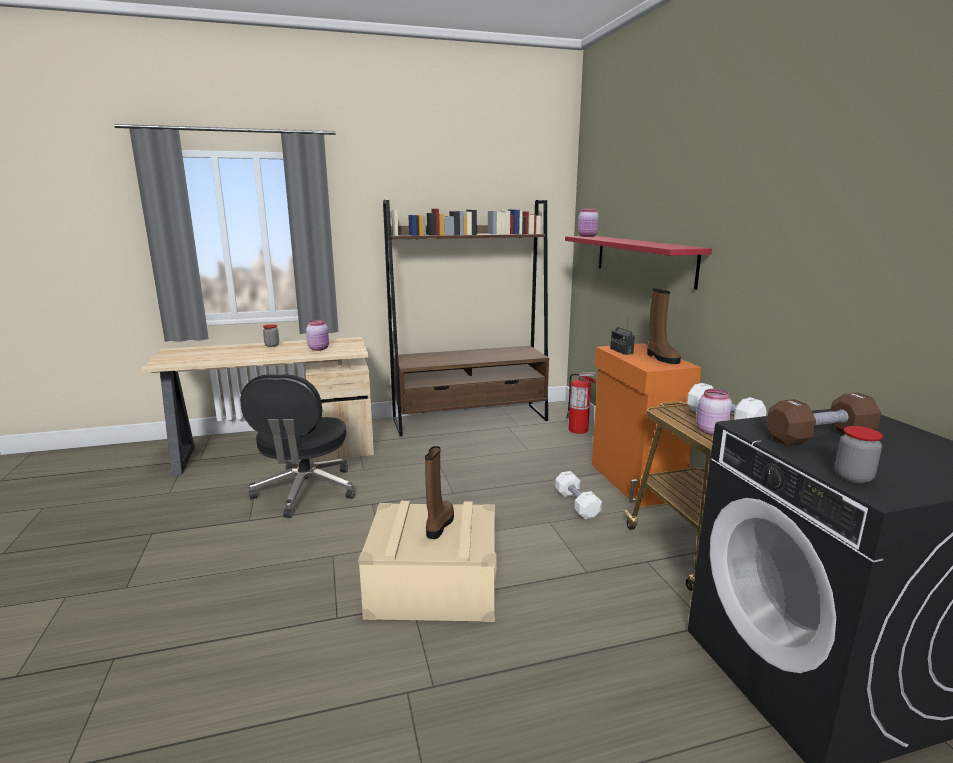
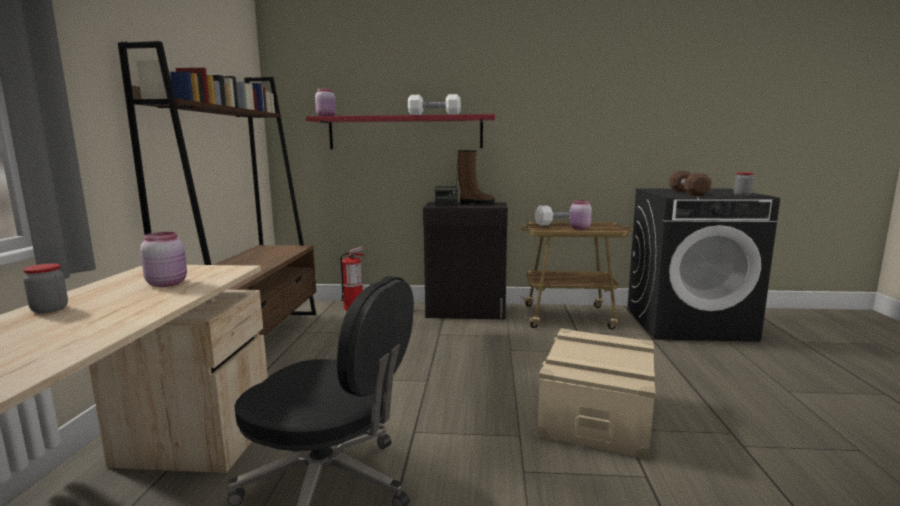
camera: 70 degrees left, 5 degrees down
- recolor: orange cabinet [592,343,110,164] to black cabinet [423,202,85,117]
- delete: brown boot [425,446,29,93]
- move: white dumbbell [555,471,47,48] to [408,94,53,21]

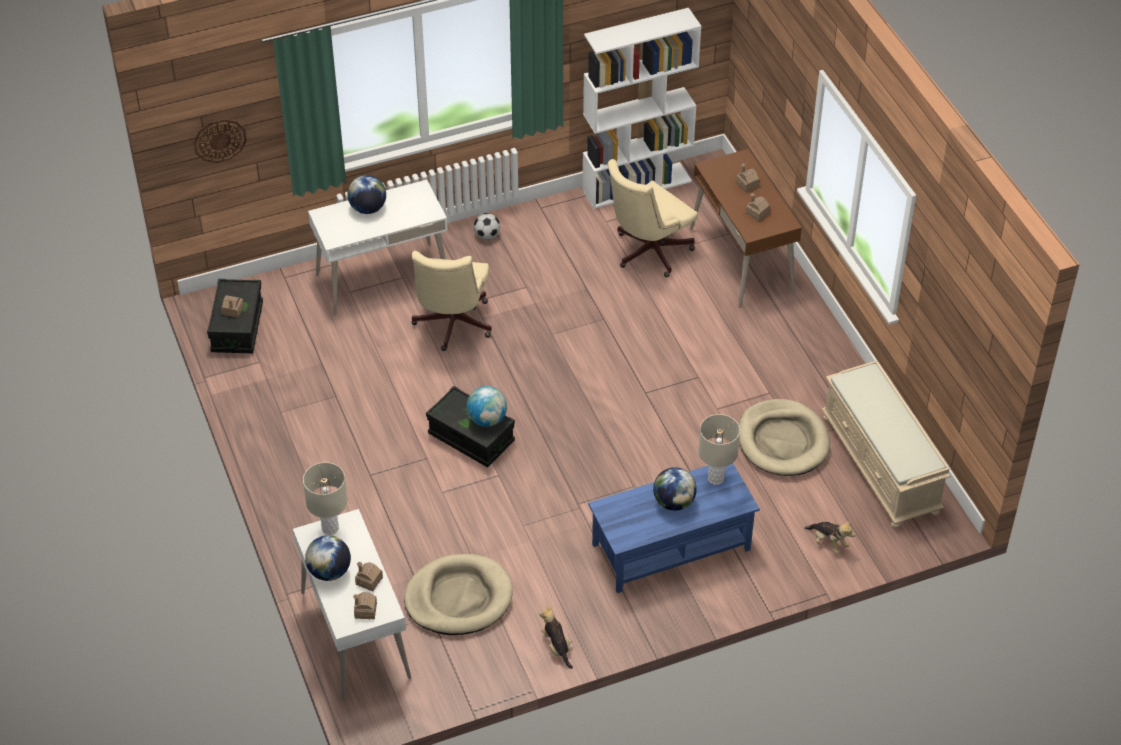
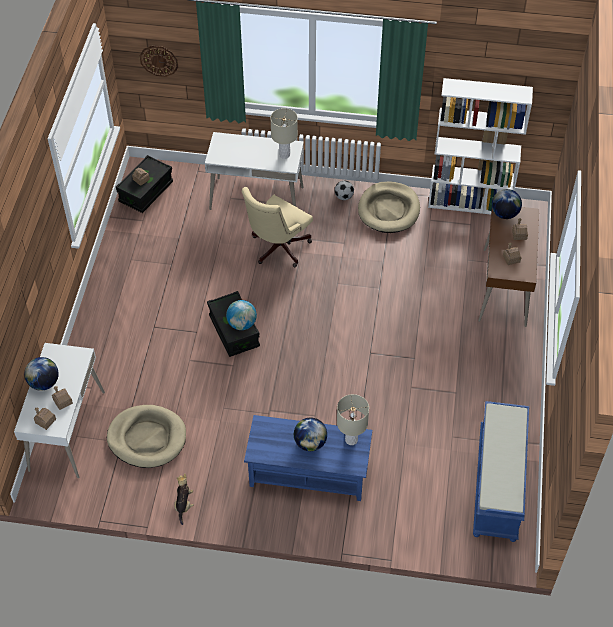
camera: 30 degrees right, 5 degrees up
- delete: beige office chair [607,159,91,118]
- move: globe [347,175,39,39] to [492,189,30,30]
- recolor: beige bench [822,361,129,167] to blue bench [473,401,56,141]
- move: beige dog bed [739,399,91,77] to [358,181,62,52]
- move: beige table lamp [303,462,45,73] to [270,108,28,51]
- delete: plush toy [804,521,51,33]

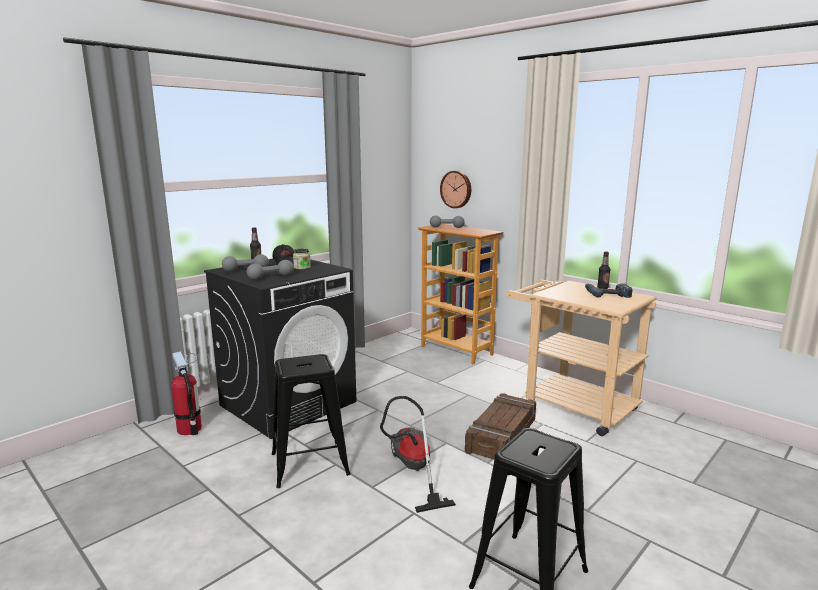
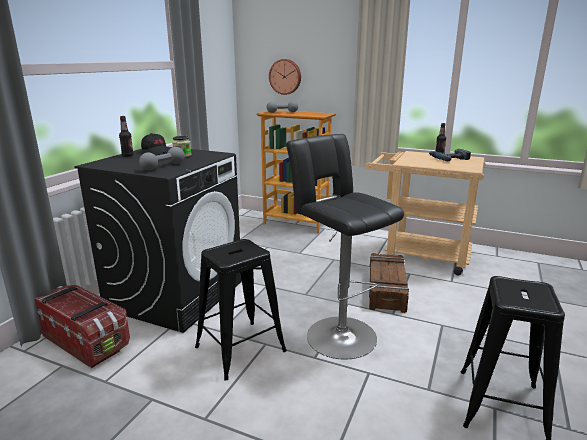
camera: 20 degrees left, 5 degrees up
- delete: grey dumbbell [222,254,47,18]
- replace: fire extinguisher [171,352,31,84] to storage box [34,285,96,83]
- replace: vacuum cleaner [380,396,76,117] to black stool [286,134,118,226]

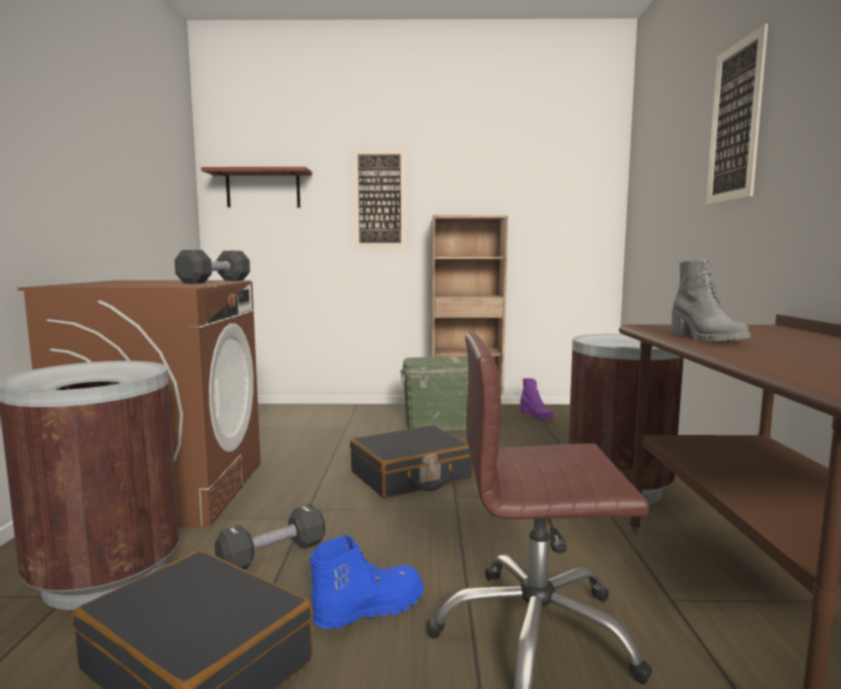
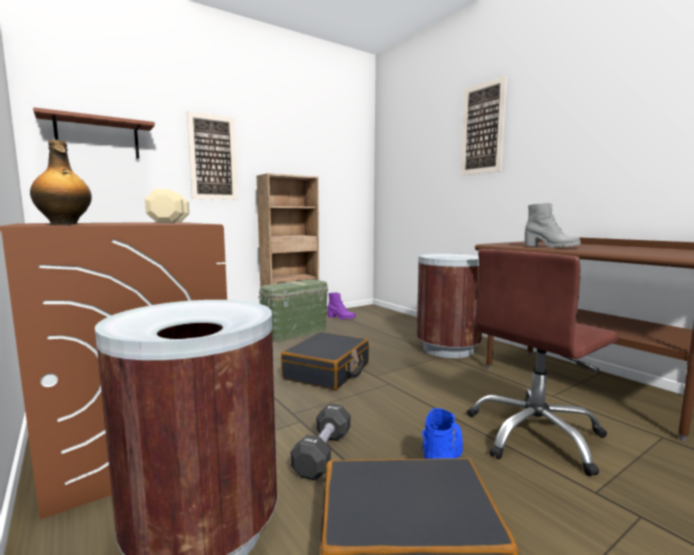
camera: 35 degrees left, 0 degrees up
- recolor: black dumbbell [175,250,75,33] to beige dumbbell [145,189,44,34]
- insert: bottle [30,140,62,84]

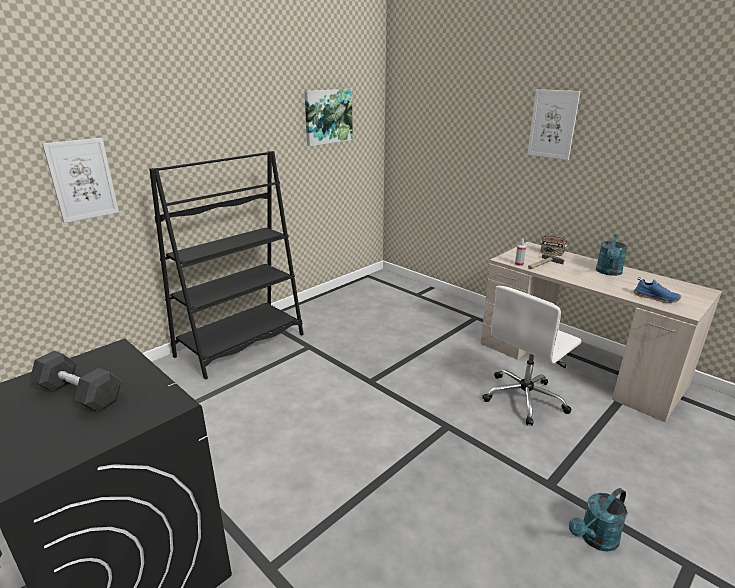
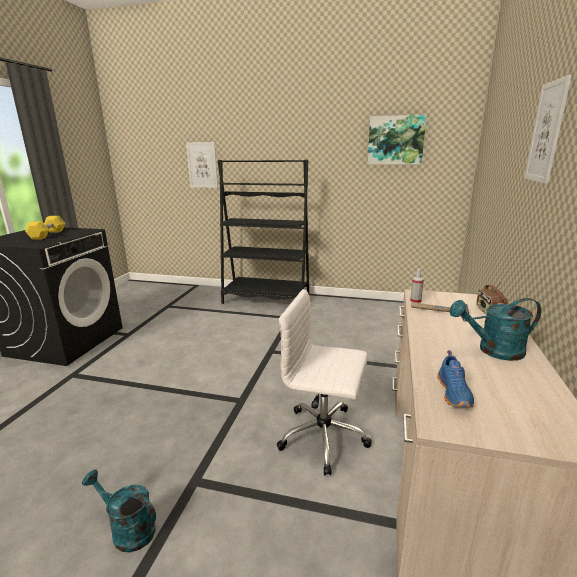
camera: 60 degrees right, 5 degrees down
- recolor: black dumbbell [30,350,91,63] to yellow dumbbell [25,216,40,24]

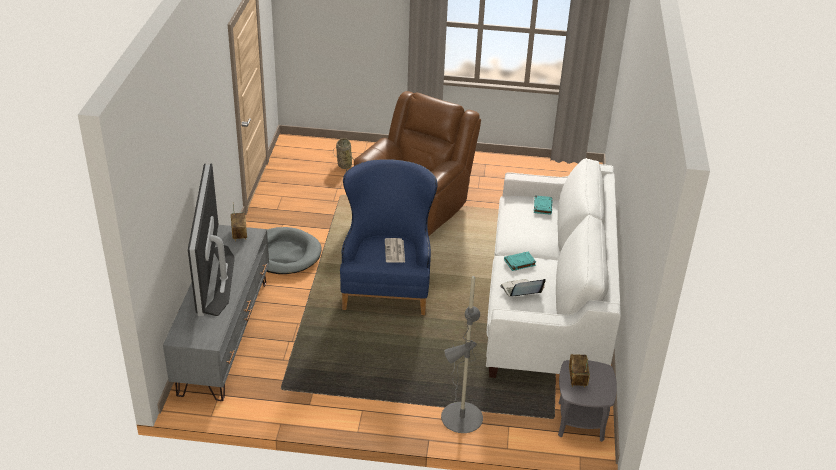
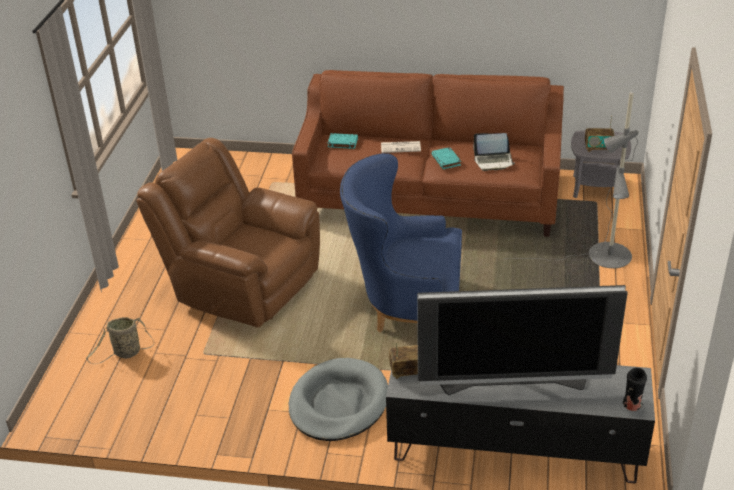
camera: 85 degrees left, 0 degrees up
- recolor: white sofa [486,158,135,220] to brown sofa [292,70,272,167]
- move: newspaper [385,238,20,25] to [381,141,40,12]
- rotate: laptop [500,279,46,18] = [473,133,42,38] 75 degrees counterclockwise
- insert: black vase [623,368,24,43]

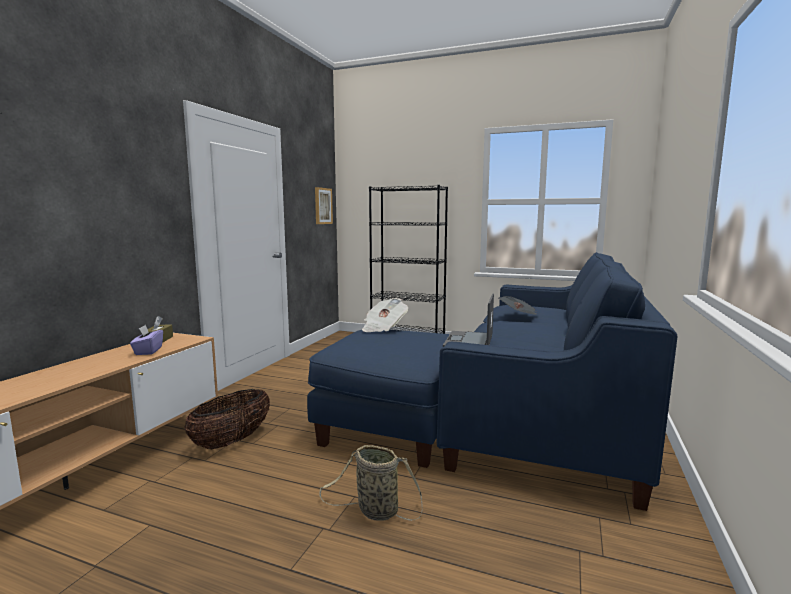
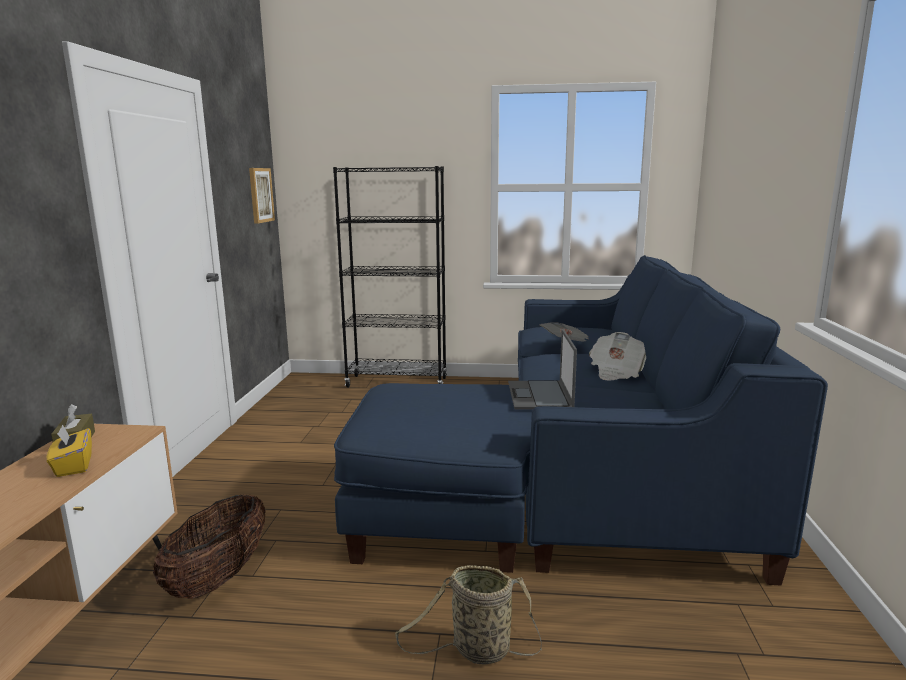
camera: 15 degrees left, 5 degrees up
- move: newspaper [362,298,46,34] to [589,332,57,49]
- recolor: purple tissue box [130,325,33,30] to yellow tissue box [47,425,45,52]

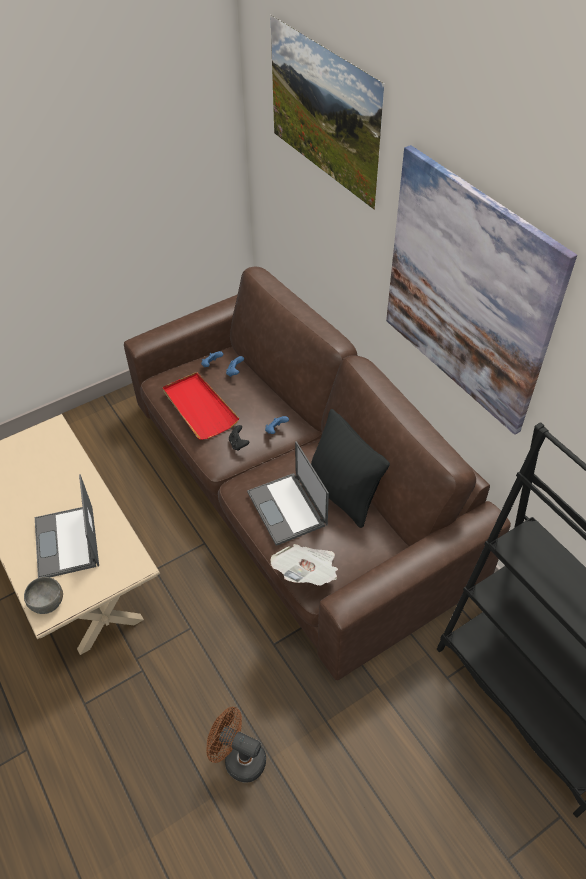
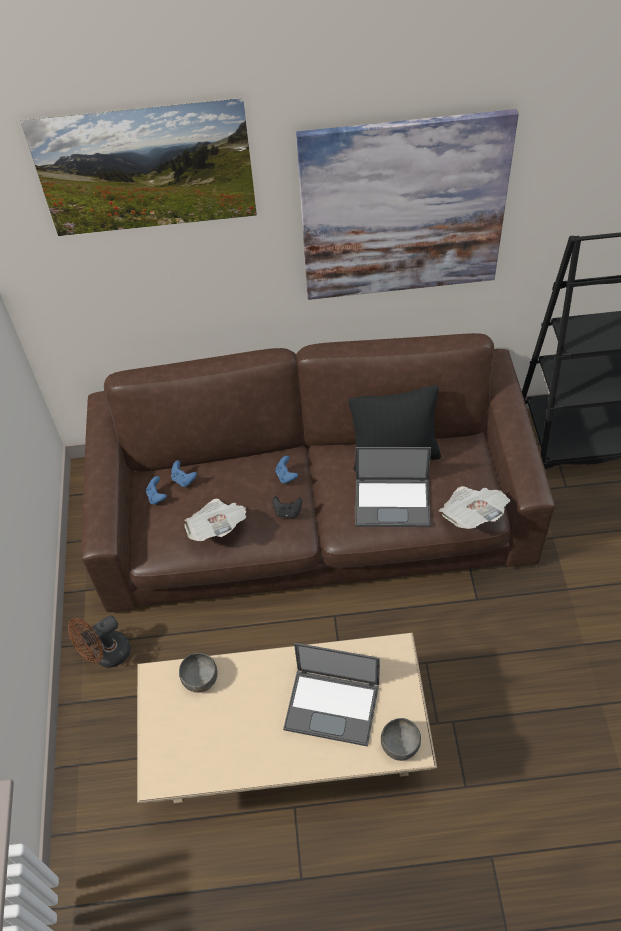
camera: 60 degrees left, 5 degrees up
- replace: red tray [163,372,76,68] to newspaper [184,499,62,42]
- move: brown fan [206,707,60,76] to [68,615,63,53]
- insert: grey bowl [179,653,38,40]

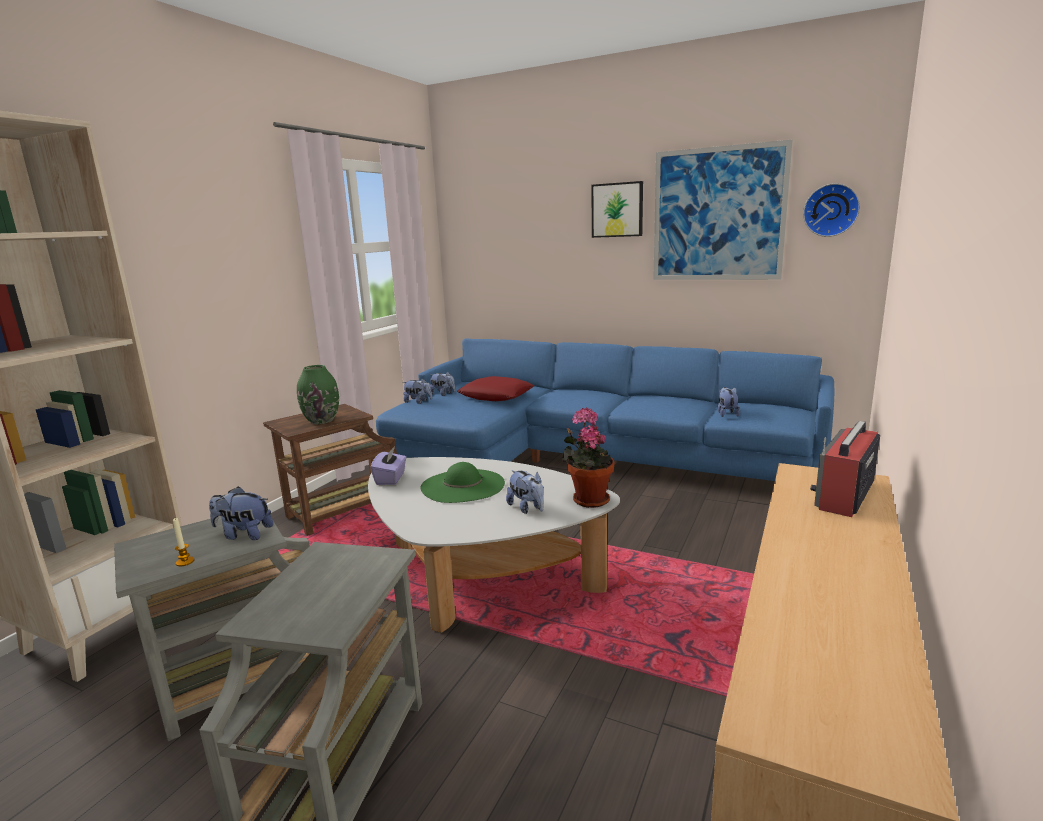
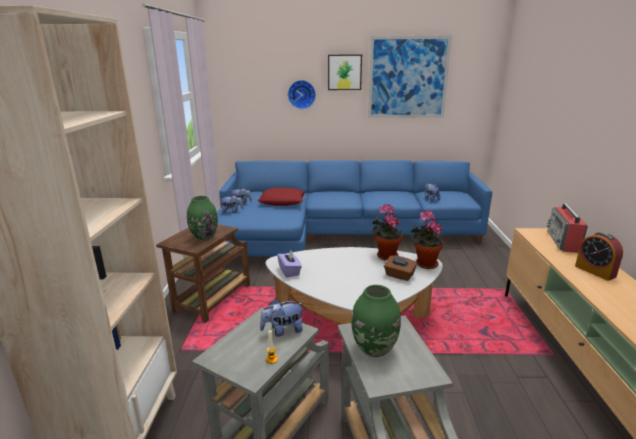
camera: 25 degrees left, 5 degrees up
- move: wall clock [803,183,57,54] to [288,80,28,29]
- delete: green hat [420,462,85,41]
- replace: plush toy [506,470,38,44] to brown tissue box [384,256,33,25]
- insert: potted plant [372,204,31,57]
- insert: alarm clock [575,232,48,49]
- insert: green vase [352,285,49,72]

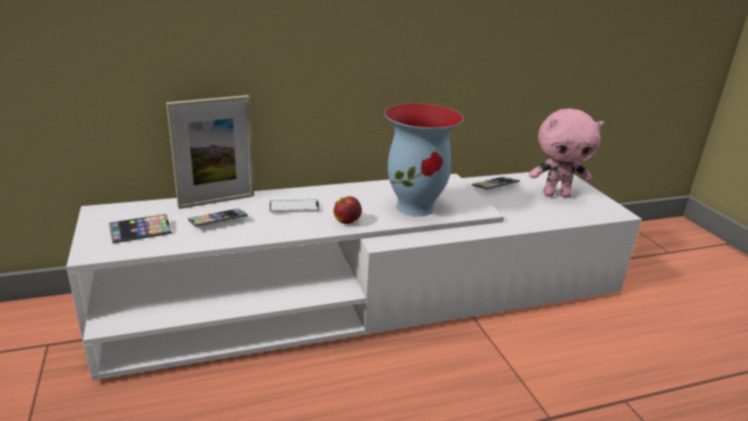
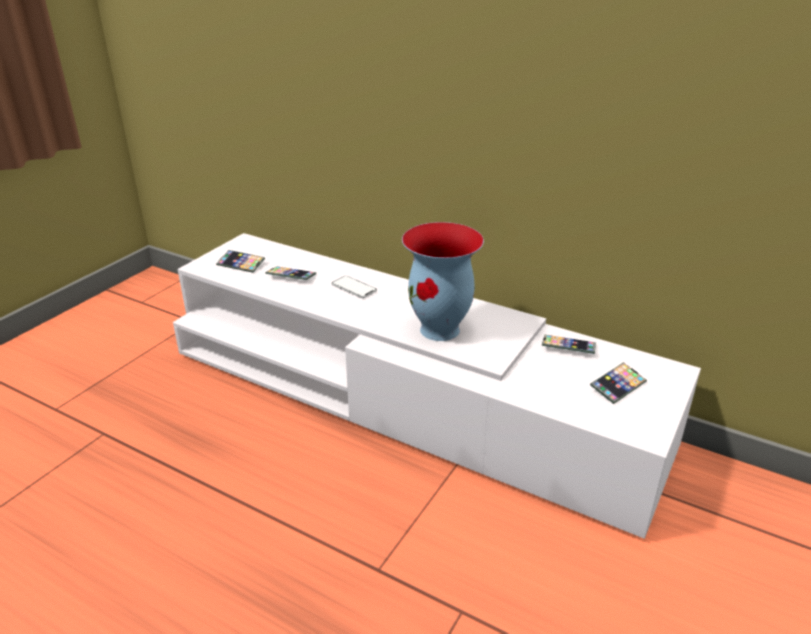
camera: 50 degrees right, 5 degrees up
- delete: picture frame [166,95,88,114]
- replace: pink plush toy [529,108,75,90] to phone [590,362,57,42]
- delete: apple [333,196,29,28]

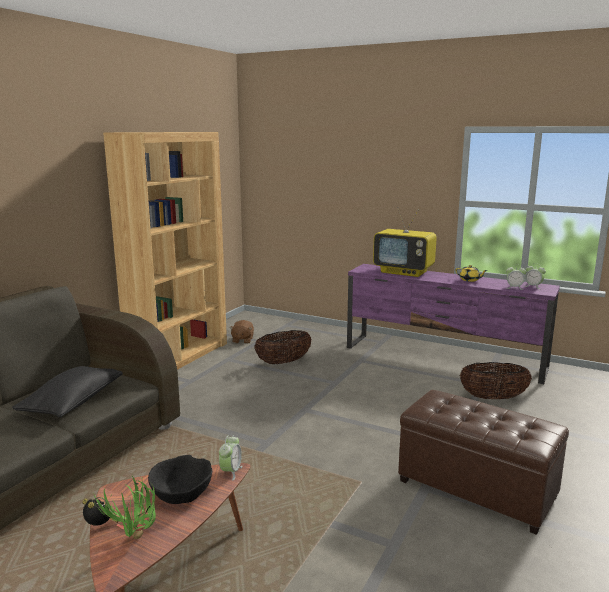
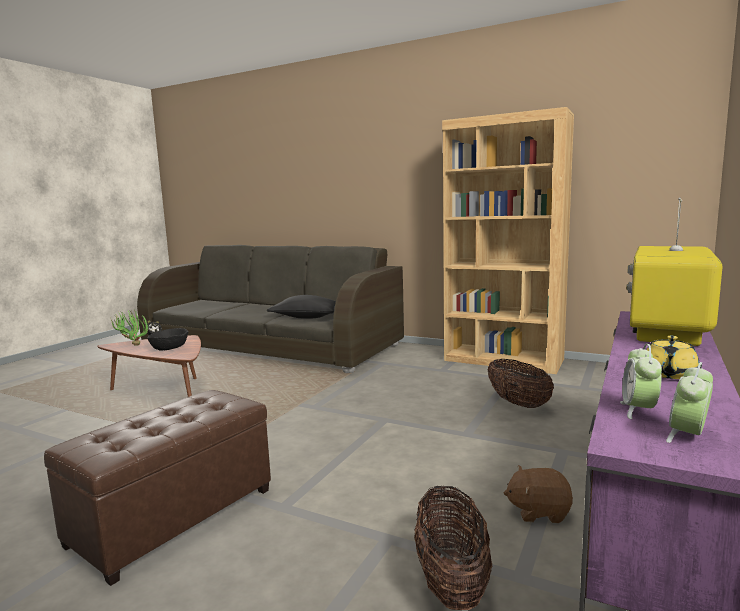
camera: 90 degrees right, 5 degrees down
- move: brown plush toy [230,320,24,24] to [504,465,69,58]
- delete: alarm clock [219,435,24,46]

